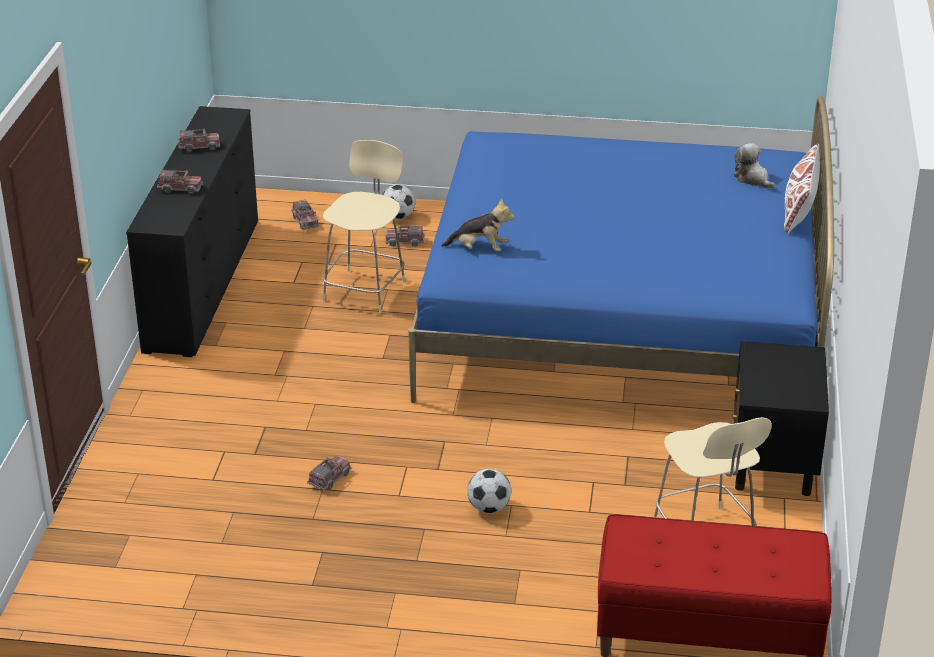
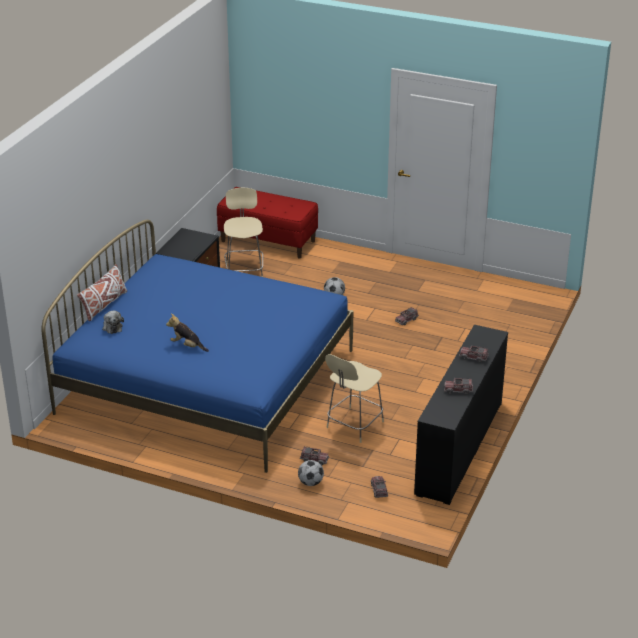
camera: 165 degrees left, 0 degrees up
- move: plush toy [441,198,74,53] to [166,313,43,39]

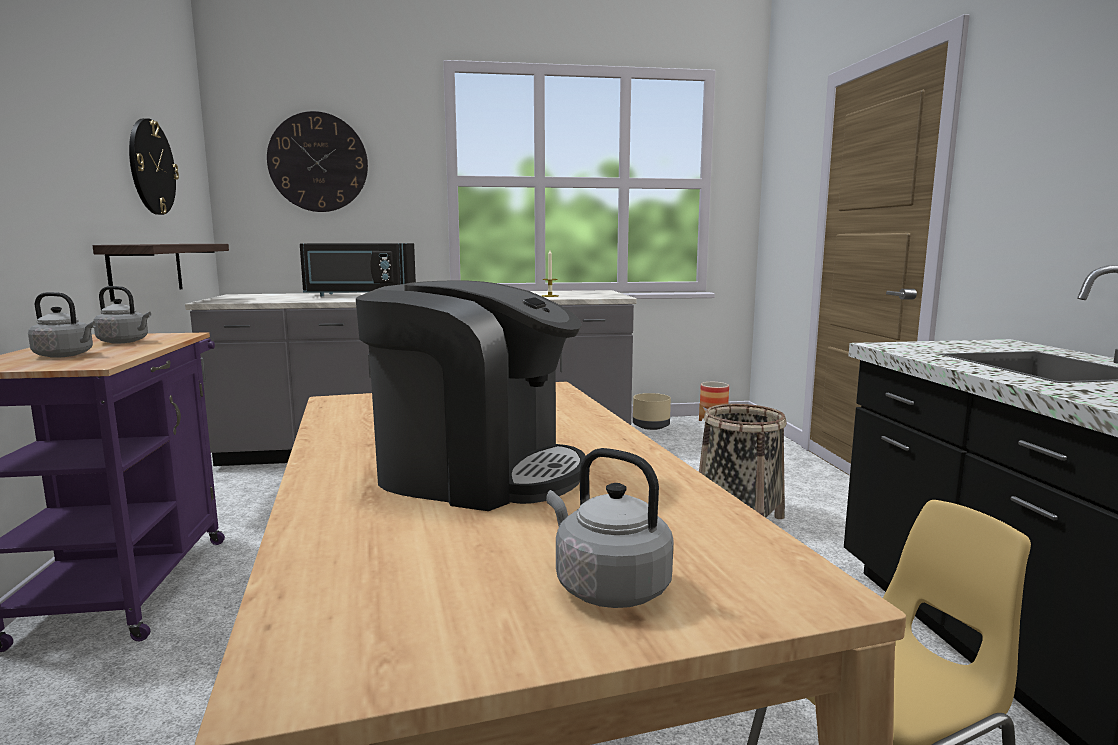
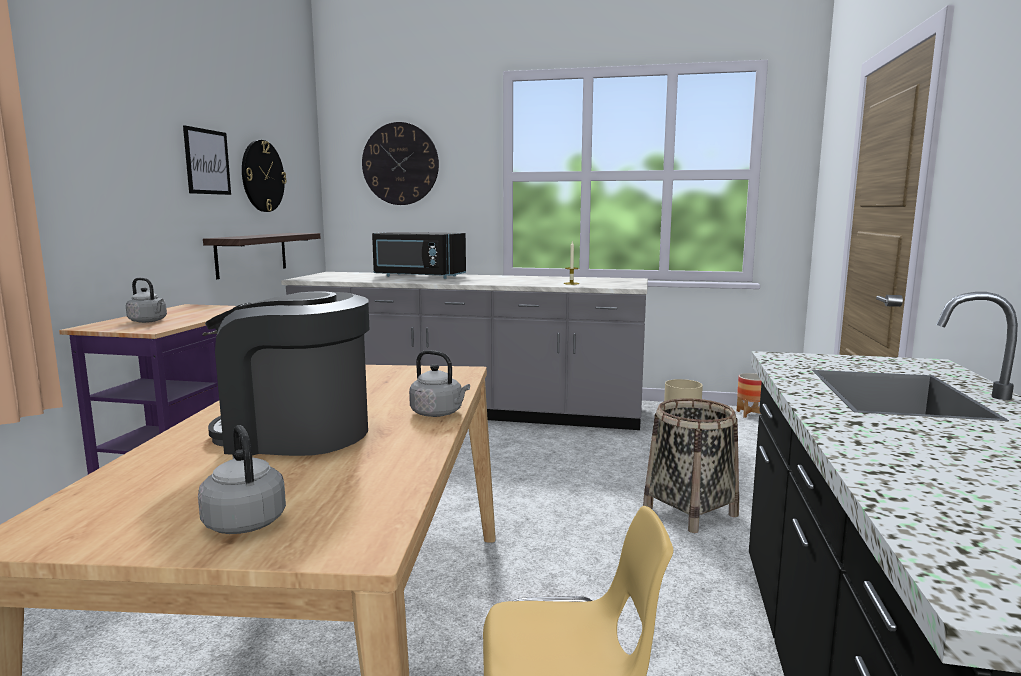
camera: 20 degrees right, 0 degrees up
- rotate: coffee machine [356,280,230,231] = [205,291,164,165] 150 degrees clockwise
- move: grey kettle [93,286,58,58] to [409,350,61,67]
- insert: picture [183,125,48,70]

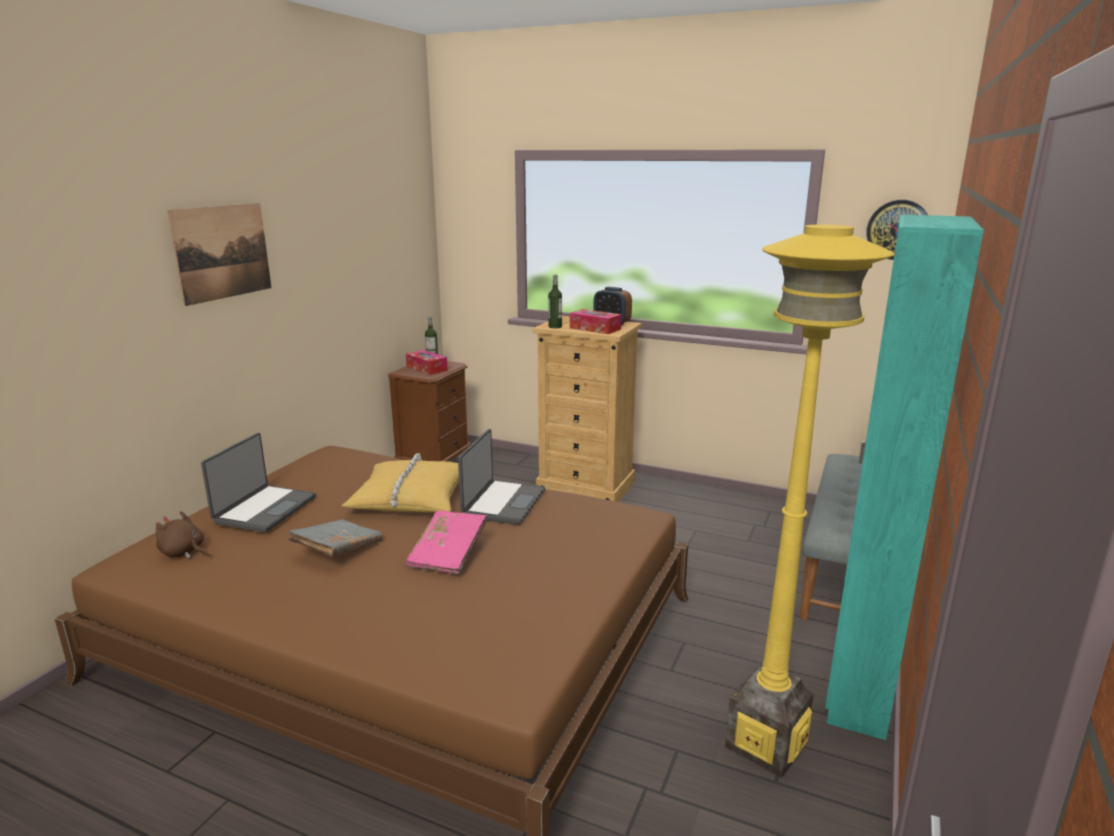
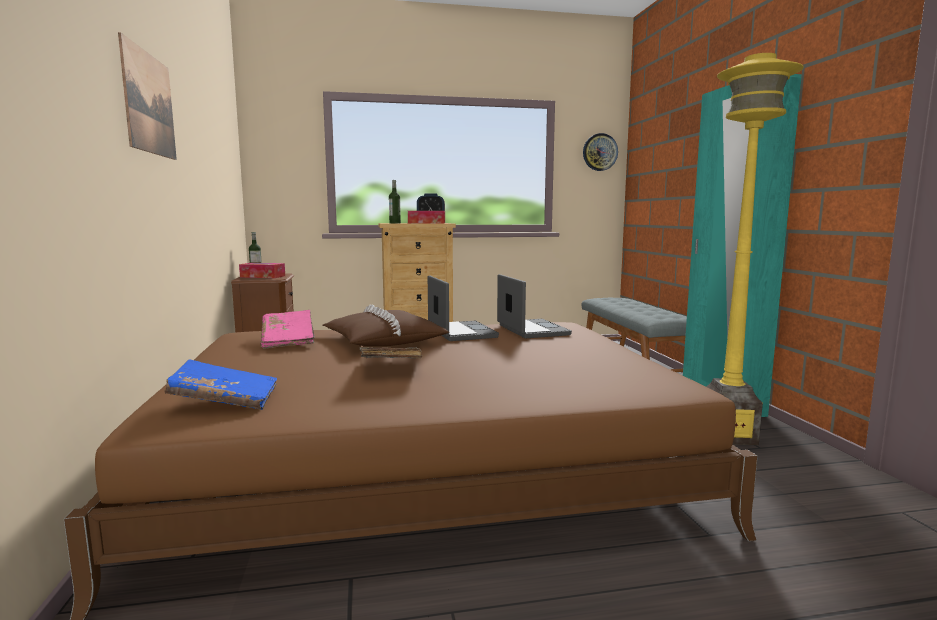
camera: 35 degrees left, 10 degrees down
- move: laptop [201,433,115,100] to [497,274,75,64]
- recolor: yellow pillow [341,453,118,60] to brown pillow [322,304,127,42]
- move: pink book [406,510,81,65] to [261,310,54,39]
- replace: brown plush toy [156,511,53,48] to blue book [164,359,113,51]

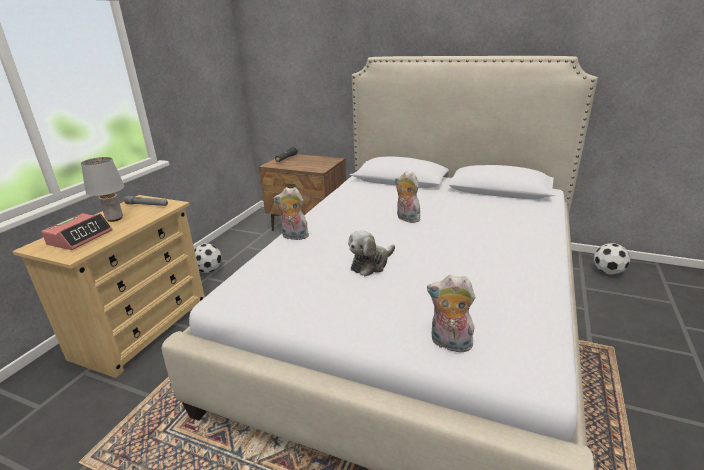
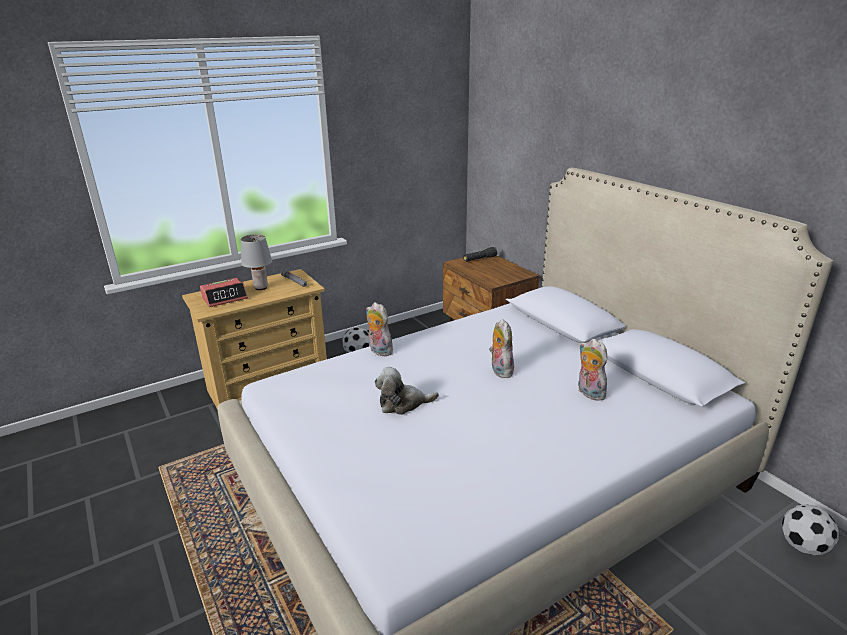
camera: 35 degrees right, 0 degrees up
- move: plush toy [427,275,48,80] to [578,339,29,62]

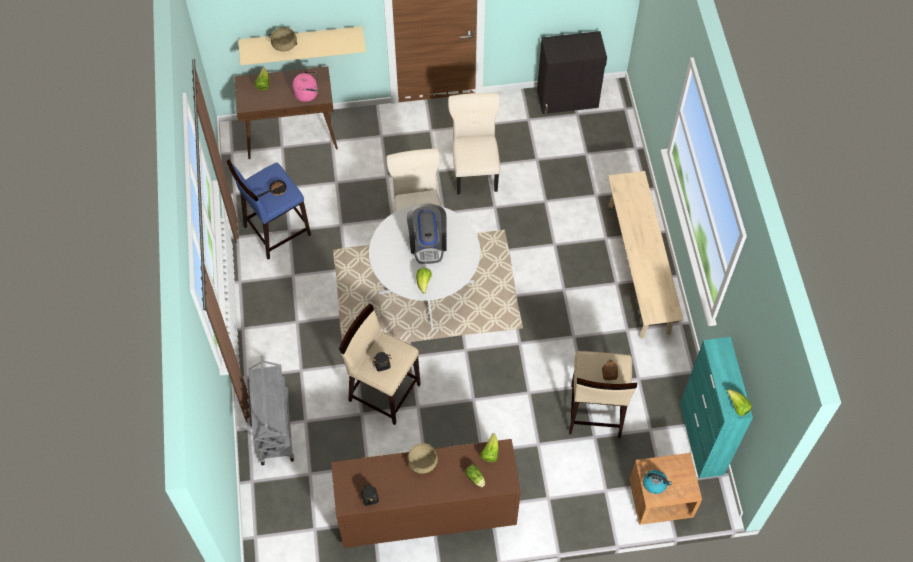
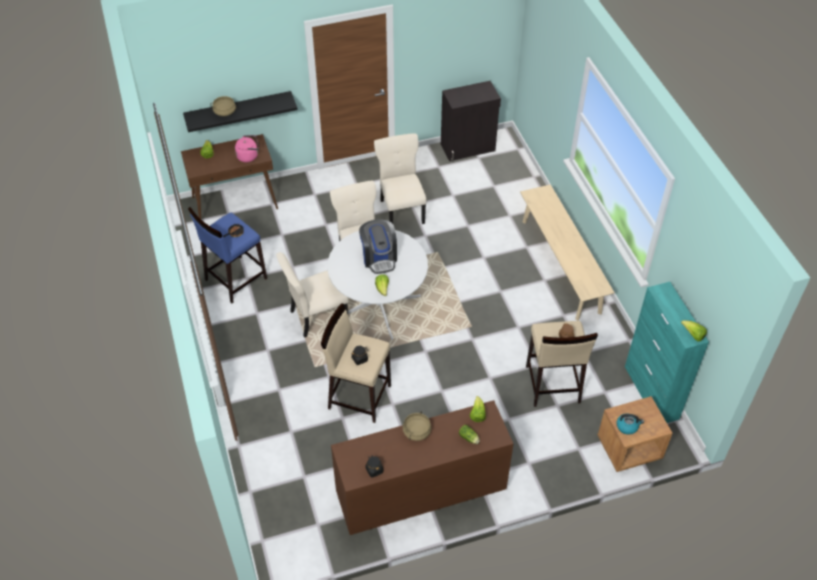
camera: 10 degrees left, 10 degrees down
- recolor: beige shelf [238,26,128,39] to black shelf [183,91,115,41]
- delete: grey cart [248,356,46,109]
- insert: beige chair [276,252,72,86]

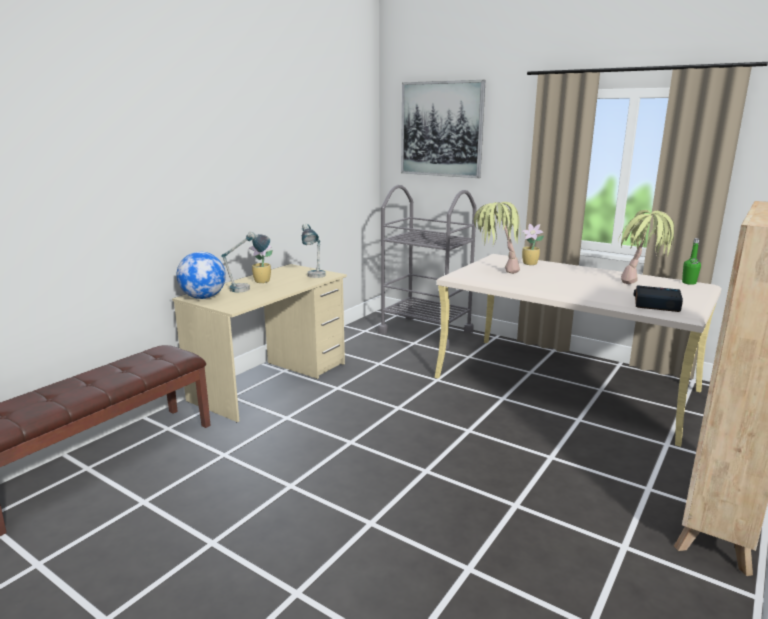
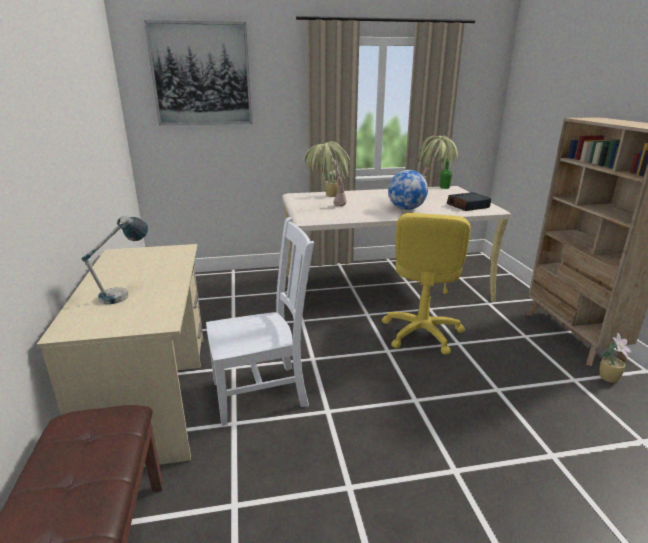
camera: 45 degrees left, 5 degrees up
- delete: grey cart [378,185,99,164]
- delete: table lamp [302,224,24,54]
- move: potted plant [249,245,24,38] to [600,332,32,51]
- move: globe [177,252,49,47] to [388,170,40,40]
- insert: yellow office chair [382,213,89,142]
- insert: white chair [206,217,108,209]

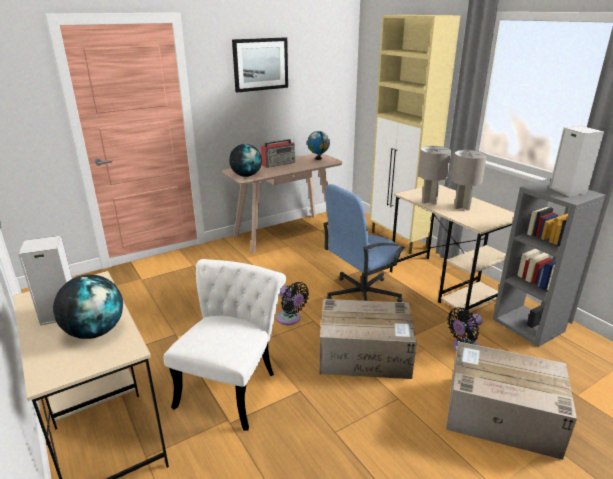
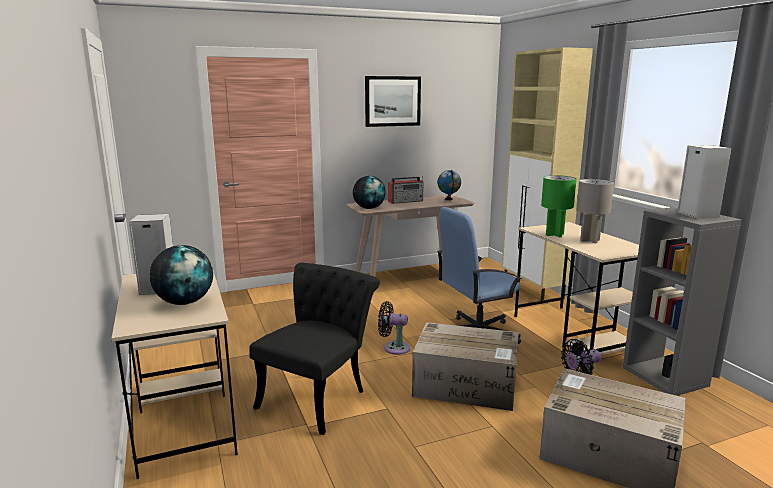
camera: 10 degrees right, 10 degrees down
- recolor: grey table lamp [418,146,33,59] to green table lamp [541,175,36,62]
- recolor: white chair [164,259,122,172] to black chair [249,263,131,172]
- rotate: black fan [276,282,33,43] = [378,301,32,54] 135 degrees clockwise

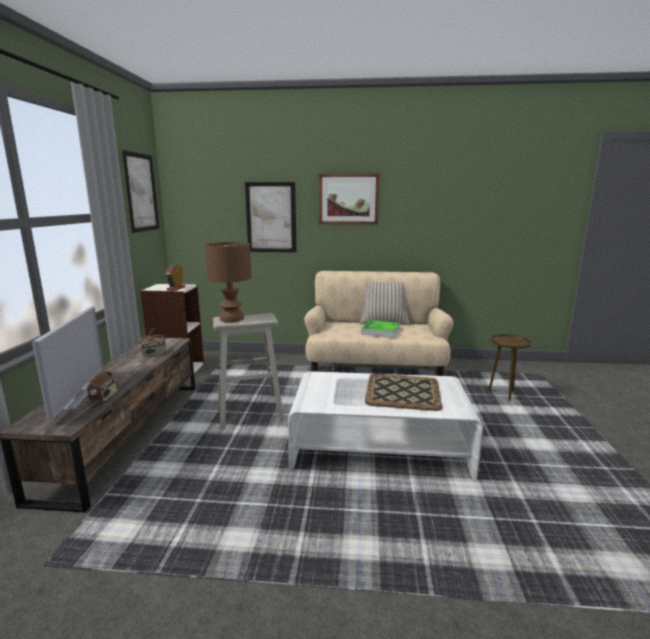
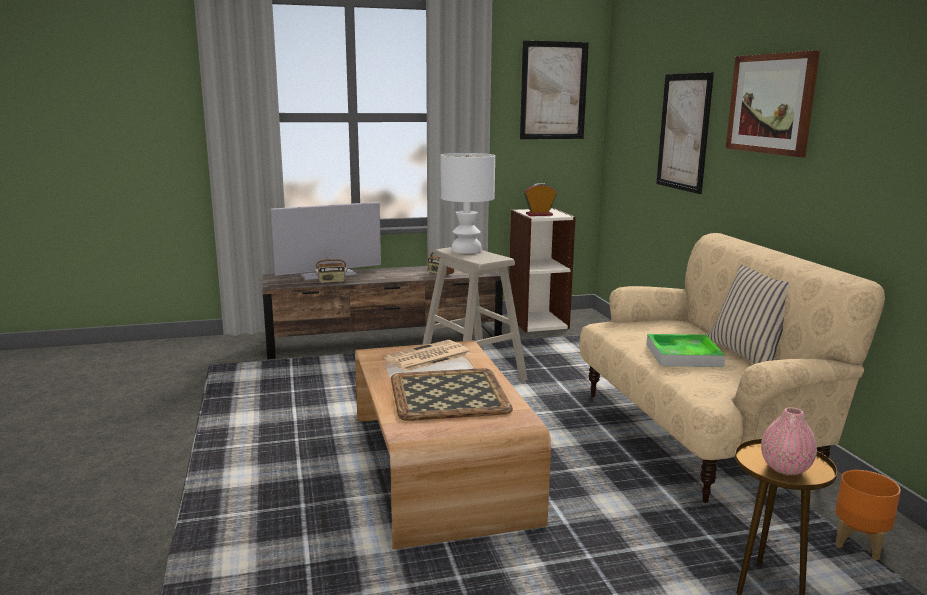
camera: 70 degrees right, 0 degrees up
- recolor: brown table lamp [205,242,46,80] to white table lamp [440,153,55,100]
- recolor: white coffee table [288,371,195,110] to brown coffee table [355,340,196,210]
- insert: newspaper [384,340,87,31]
- insert: pink vase [761,407,56,68]
- insert: orange planter [835,470,66,90]

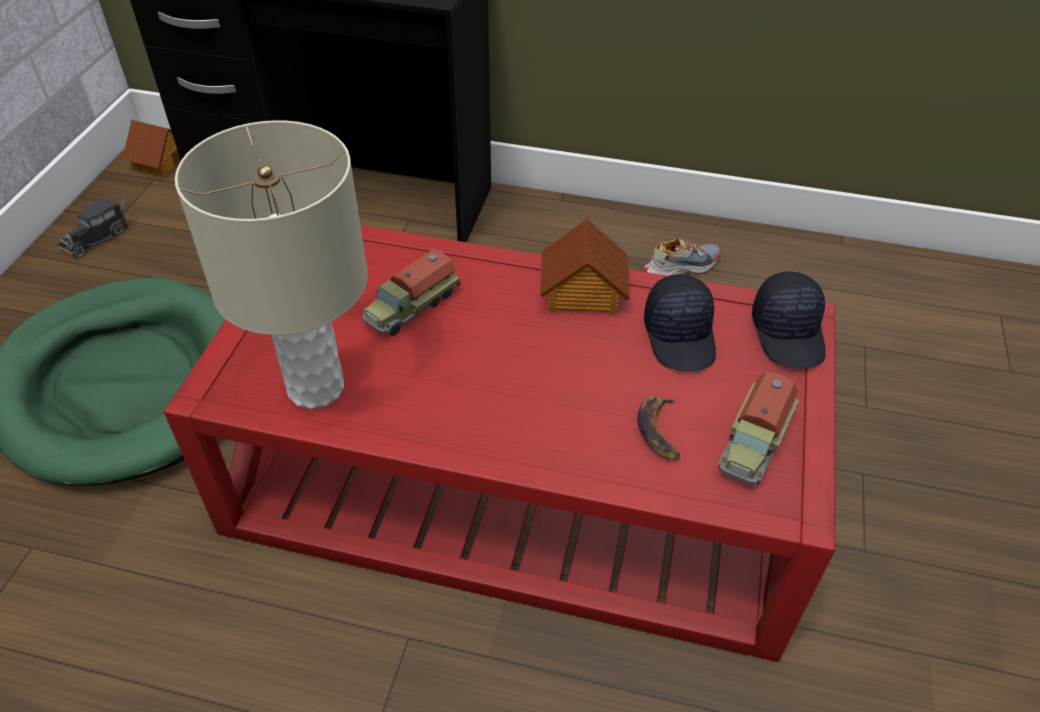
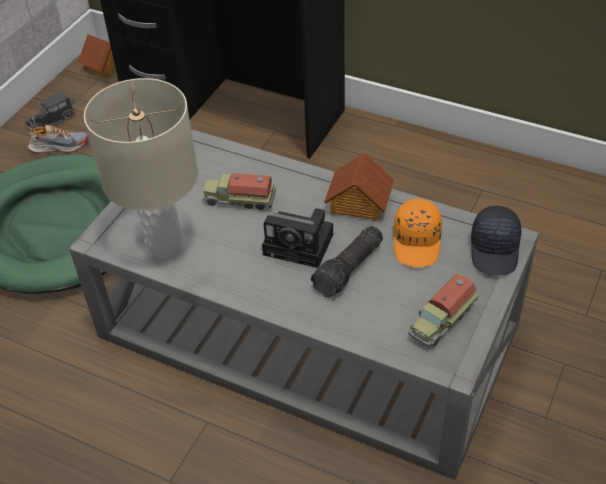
camera: 15 degrees right, 0 degrees up
- recolor: red coffee table [164,225,671,437] to grey coffee table [69,129,470,351]
- move: shoe [644,239,76,37] to [28,125,60,28]
- rotate: toy truck [362,249,98,87] = [203,173,73,37] 45 degrees clockwise
- recolor: black cap [644,274,72,97] to orange cap [394,199,48,68]
- delete: banana [637,396,43,64]
- insert: photo camera [262,208,71,60]
- insert: flashlight [311,226,72,72]

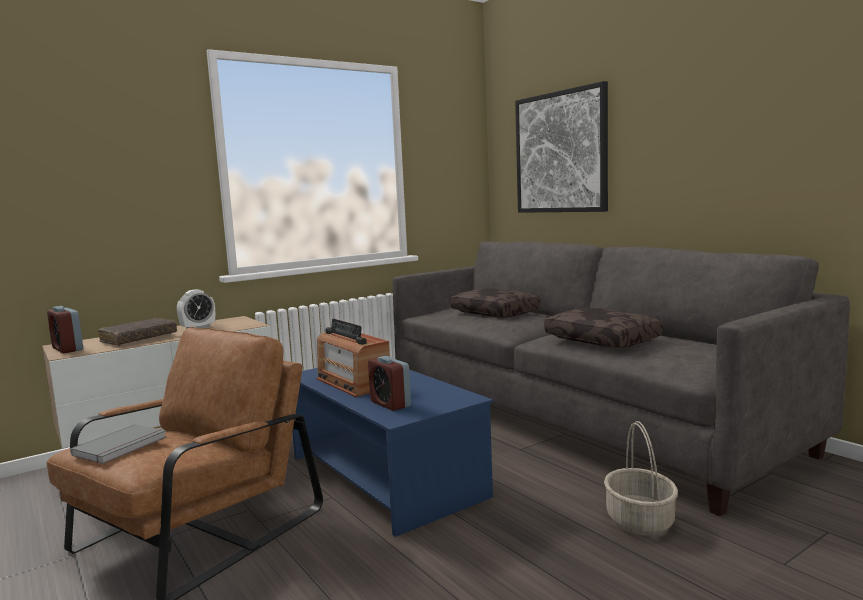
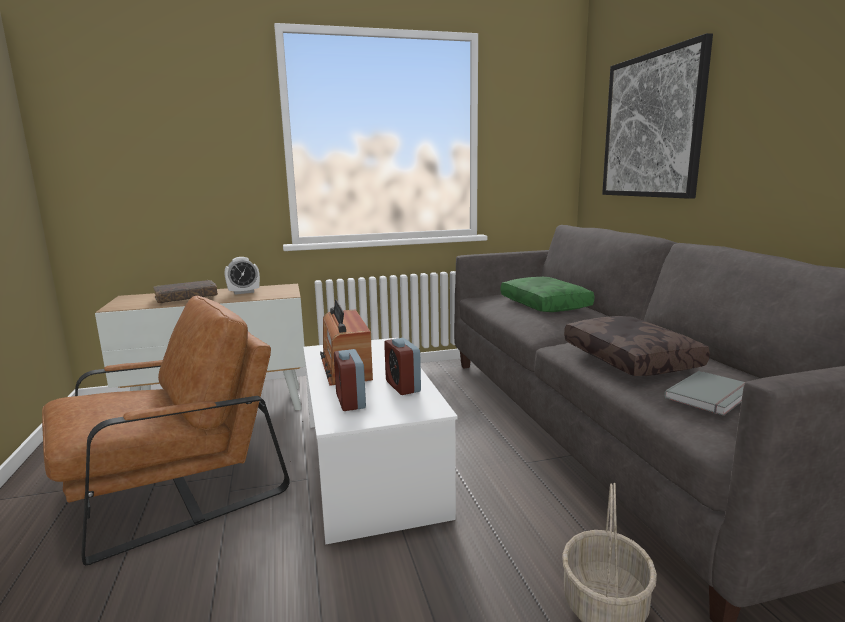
camera: 20 degrees right, 5 degrees up
- recolor: brown pillow [450,288,90,29] to green pillow [501,277,94,35]
- move: alarm clock [47,306,36,47] to [384,338,37,57]
- recolor: blue coffee table [293,368,200,169] to white coffee table [303,338,155,206]
- move: grey book [70,424,96,40] to [664,371,81,45]

